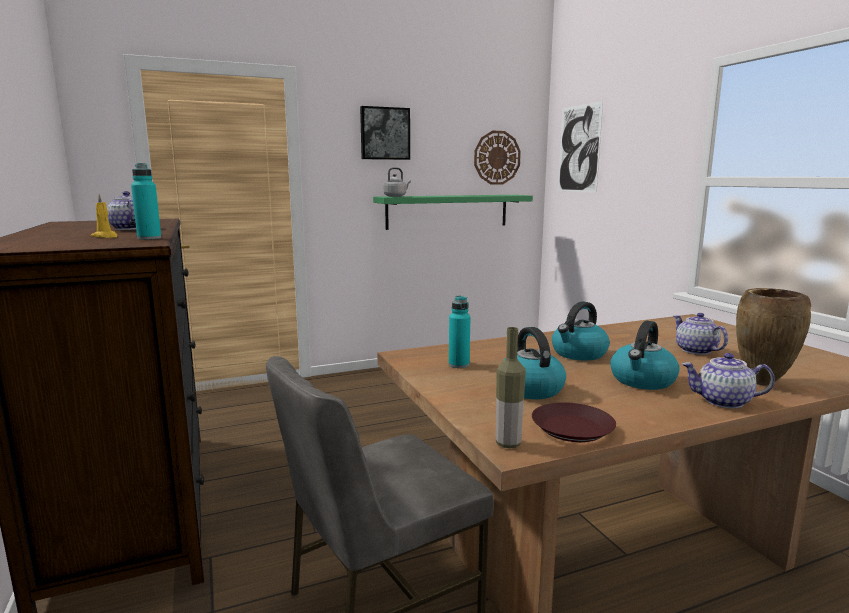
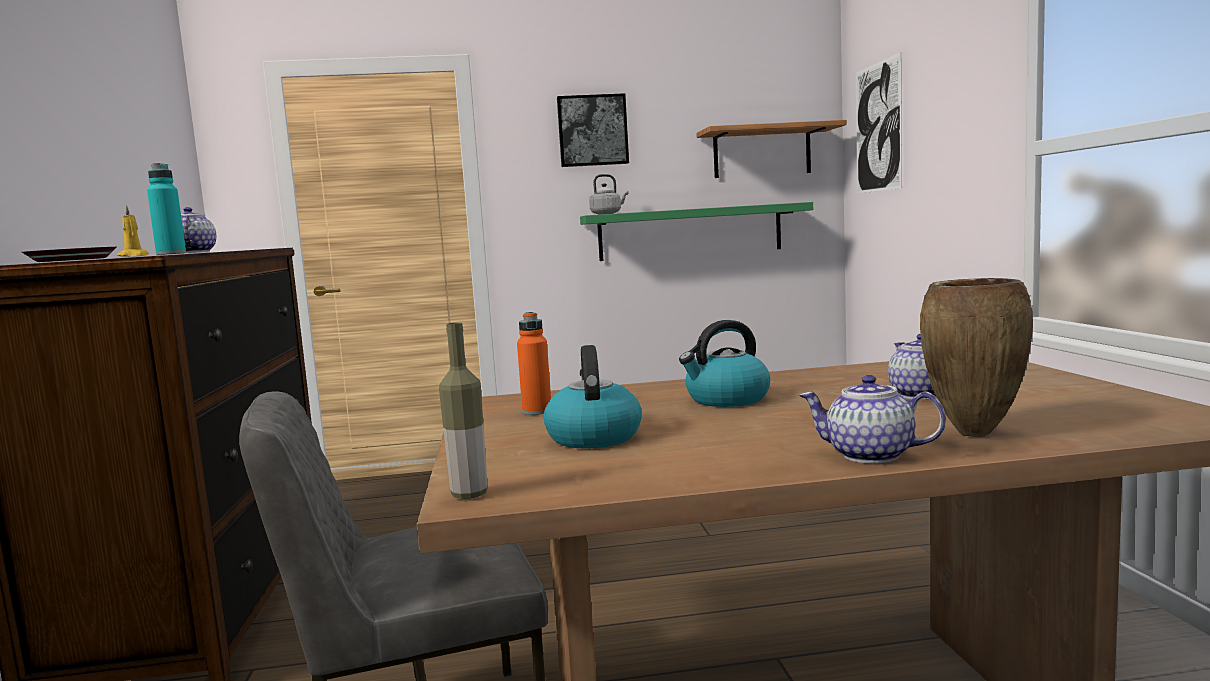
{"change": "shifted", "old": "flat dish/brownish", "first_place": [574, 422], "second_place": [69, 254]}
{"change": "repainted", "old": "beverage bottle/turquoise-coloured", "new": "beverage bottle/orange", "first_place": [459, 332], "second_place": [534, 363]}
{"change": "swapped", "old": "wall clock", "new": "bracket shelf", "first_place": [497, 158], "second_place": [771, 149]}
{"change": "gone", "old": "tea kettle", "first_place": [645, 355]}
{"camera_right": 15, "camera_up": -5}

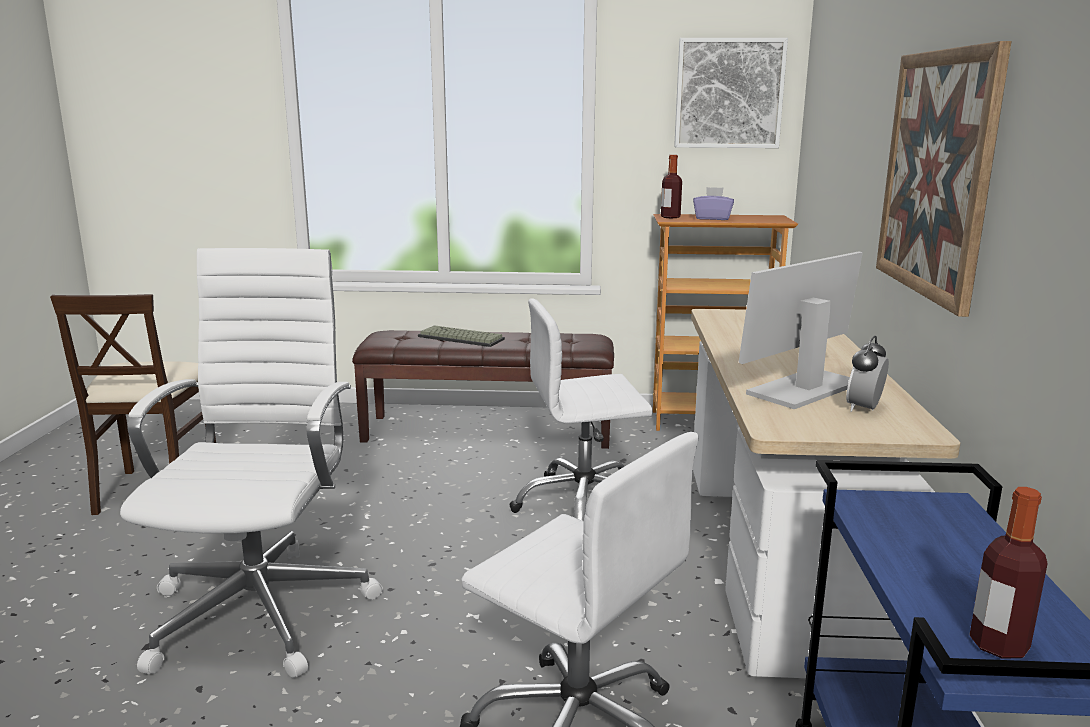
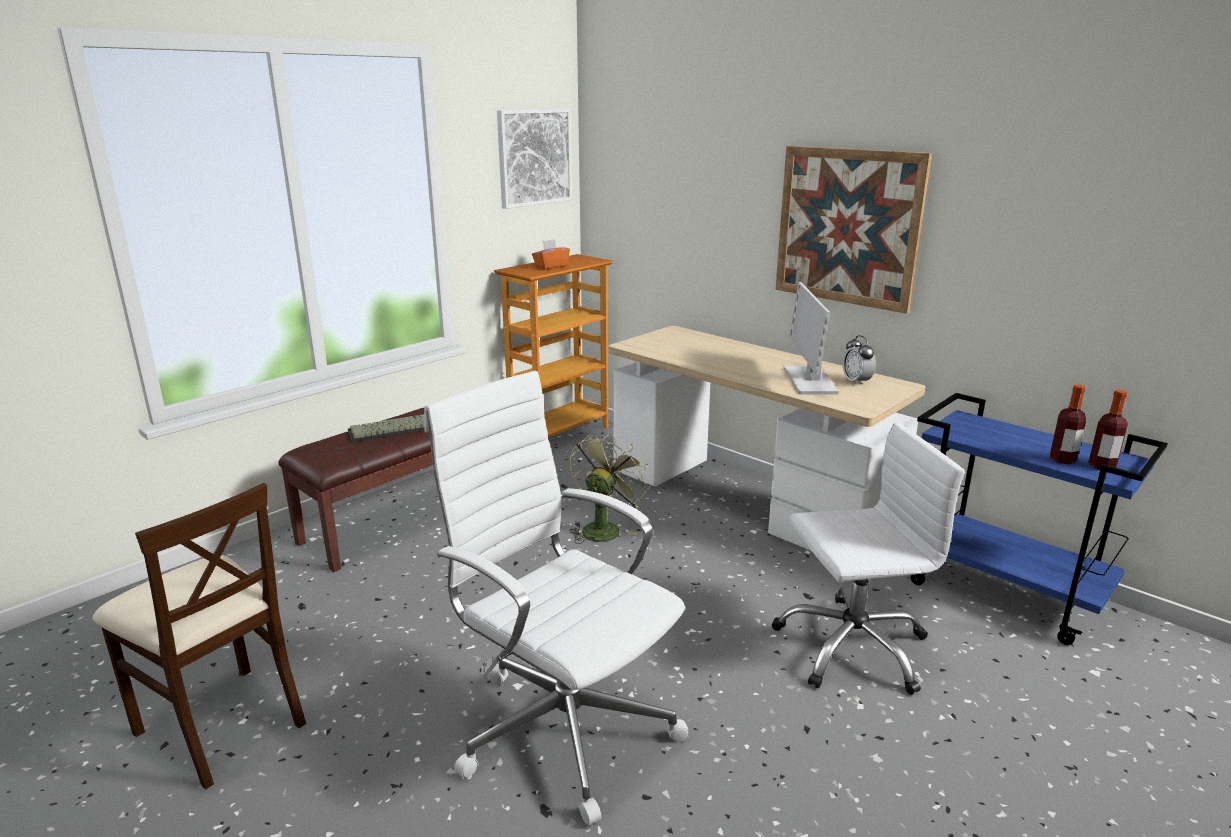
{"change": "repainted", "old": "box of tissues/purplish", "new": "box of tissues/orange", "first_place": [713, 203], "second_place": [551, 254]}
{"change": "swapped", "old": "computer chair/whitish", "new": "electric fan/greenish", "first_place": [581, 409], "second_place": [609, 488]}
{"change": "shifted", "old": "beverage bottle", "first_place": [671, 186], "second_place": [1068, 424]}
{"camera_right": -50, "camera_up": 5}

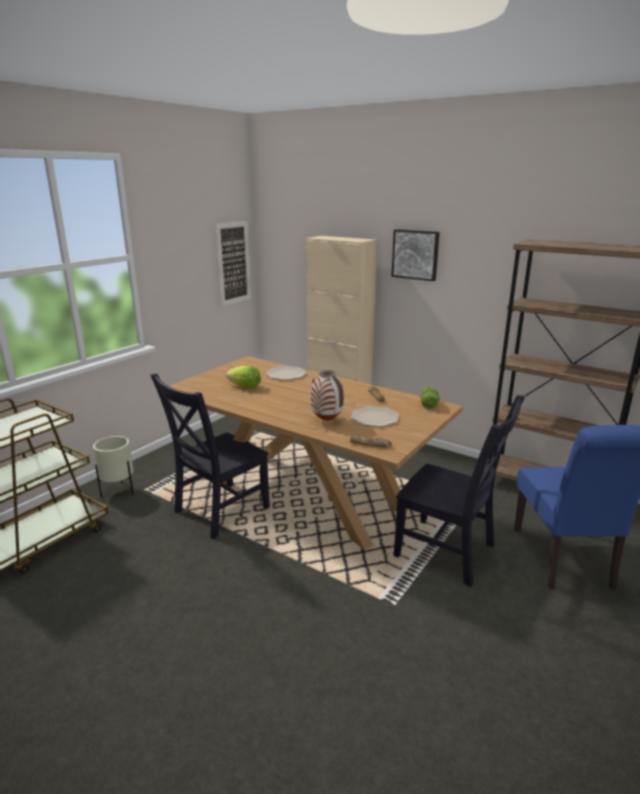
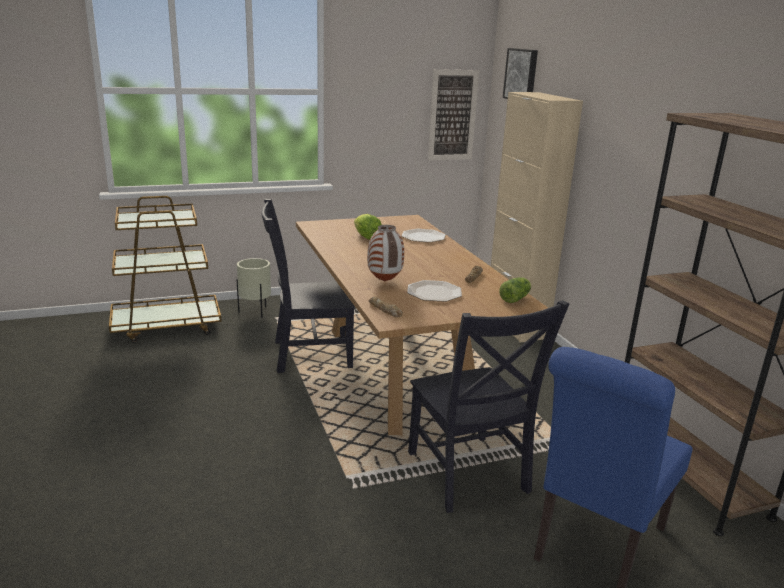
{"change": "shifted", "old": "wall art", "first_place": [415, 255], "second_place": [520, 73]}
{"camera_right": 35, "camera_up": 0}

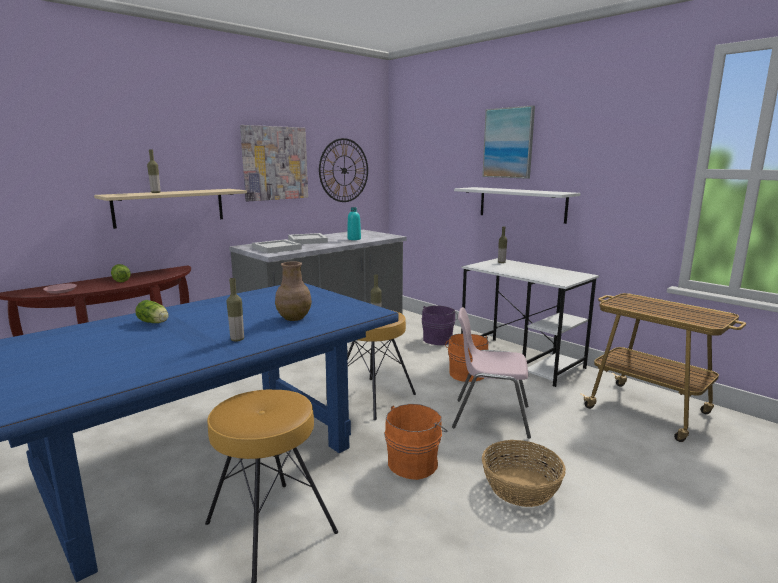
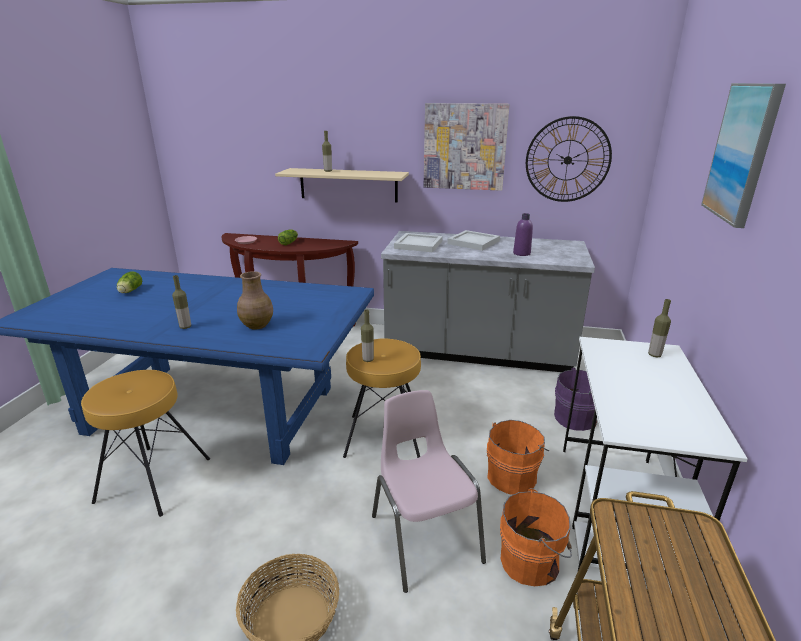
{"change": "shifted", "old": "head of lettuce", "first_place": [152, 311], "second_place": [129, 282]}
{"change": "shifted", "old": "bucket/orange", "first_place": [415, 442], "second_place": [536, 537]}
{"change": "repainted", "old": "beverage bottle/turquoise-coloured", "new": "beverage bottle/purplish", "first_place": [354, 223], "second_place": [523, 234]}
{"change": "gone", "old": "bracket shelf/whitish", "first_place": [517, 205]}
{"camera_right": 55, "camera_up": 10}

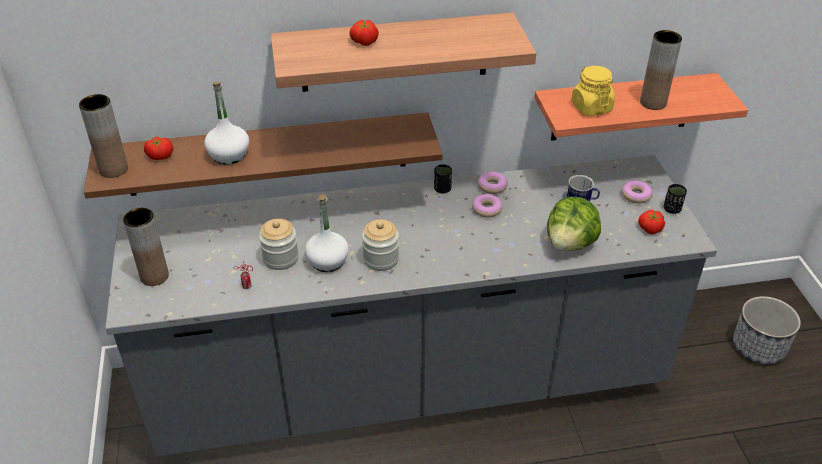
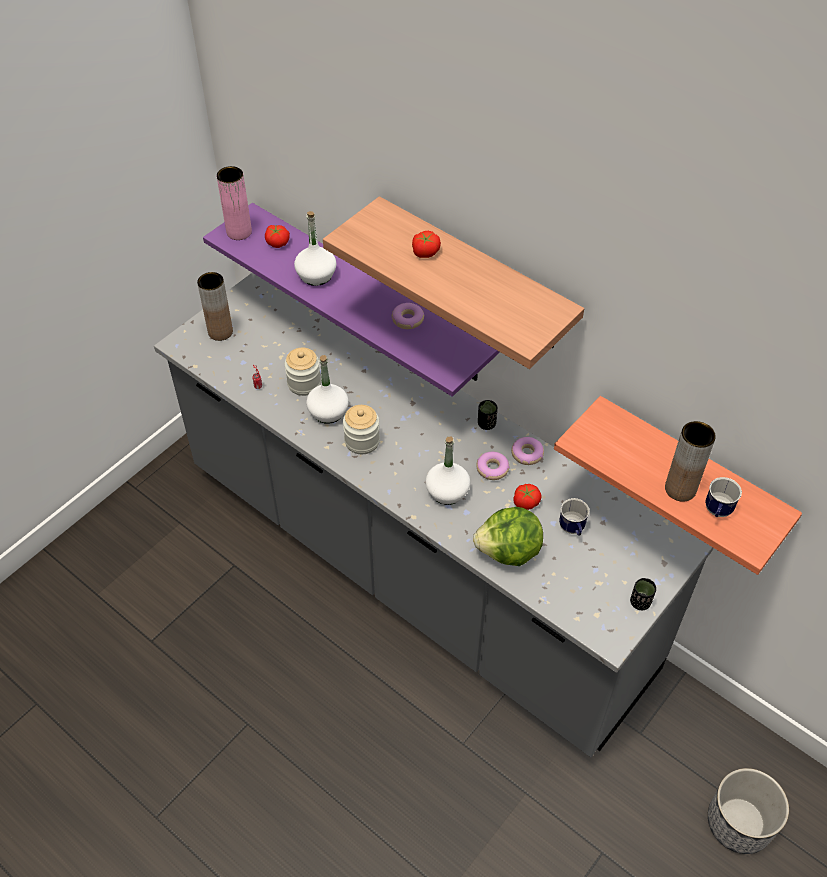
{"change": "repainted", "old": "bracket shelf/brownish", "new": "bracket shelf/purplish", "first_place": [263, 155], "second_place": [351, 300]}
{"change": "repainted", "old": "decorative vase/brownish", "new": "decorative vase/pink", "first_place": [103, 136], "second_place": [234, 203]}
{"change": "shifted", "old": "ring doughnut", "first_place": [637, 192], "second_place": [408, 316]}
{"change": "new", "new": "beverage bottle/whitish", "second_place": [447, 471]}
{"change": "shifted", "old": "tomato", "first_place": [651, 222], "second_place": [527, 497]}
{"change": "new", "new": "mug", "second_place": [723, 497]}
{"change": "gone", "old": "storage jar/yellow-coloured", "first_place": [593, 91]}
{"camera_right": 50, "camera_up": 10}

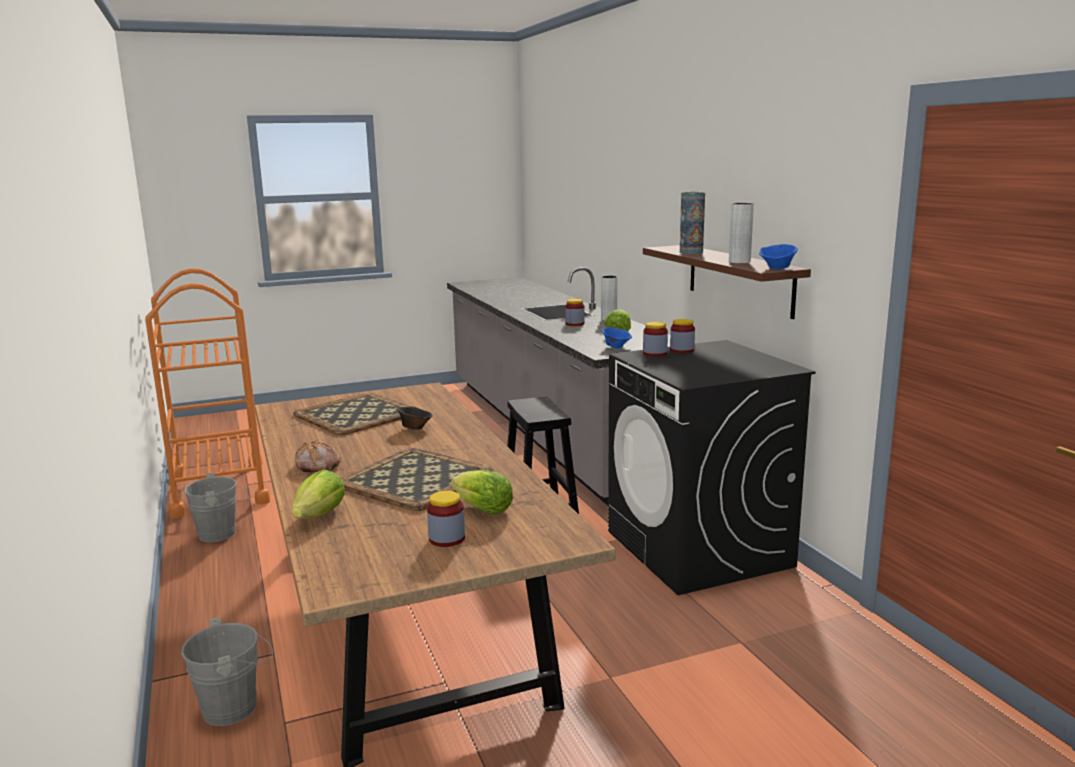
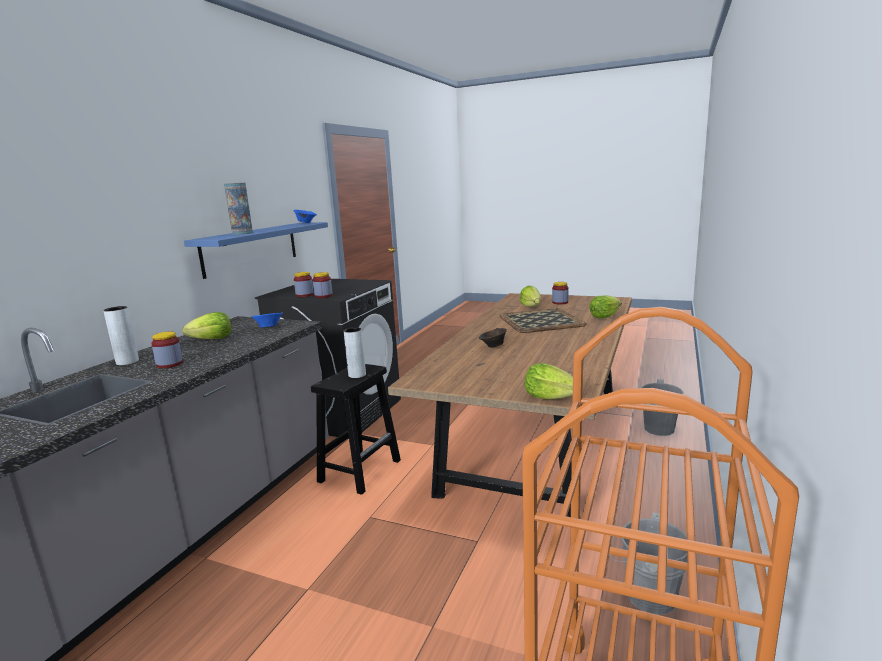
{"change": "repainted", "old": "bracket shelf/brownish", "new": "bracket shelf/blue", "first_place": [727, 282], "second_place": [256, 250]}
{"change": "shifted", "old": "decorative vase/gray", "first_place": [741, 233], "second_place": [355, 352]}
{"change": "new", "new": "head of lettuce", "second_place": [549, 381]}
{"change": "gone", "old": "serving tray", "first_place": [352, 414]}
{"change": "gone", "old": "baked bread", "first_place": [318, 456]}
{"camera_right": -135, "camera_up": 0}

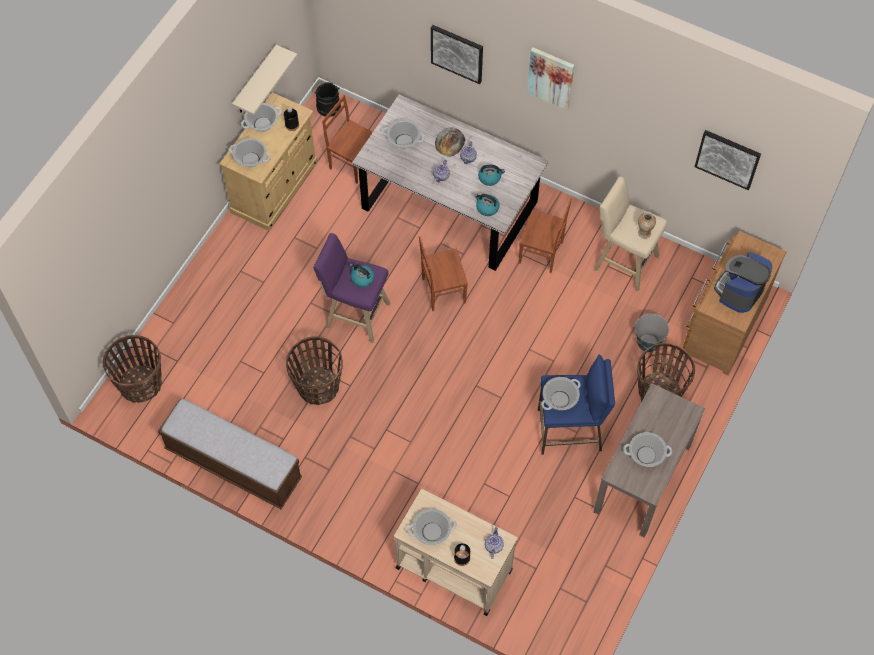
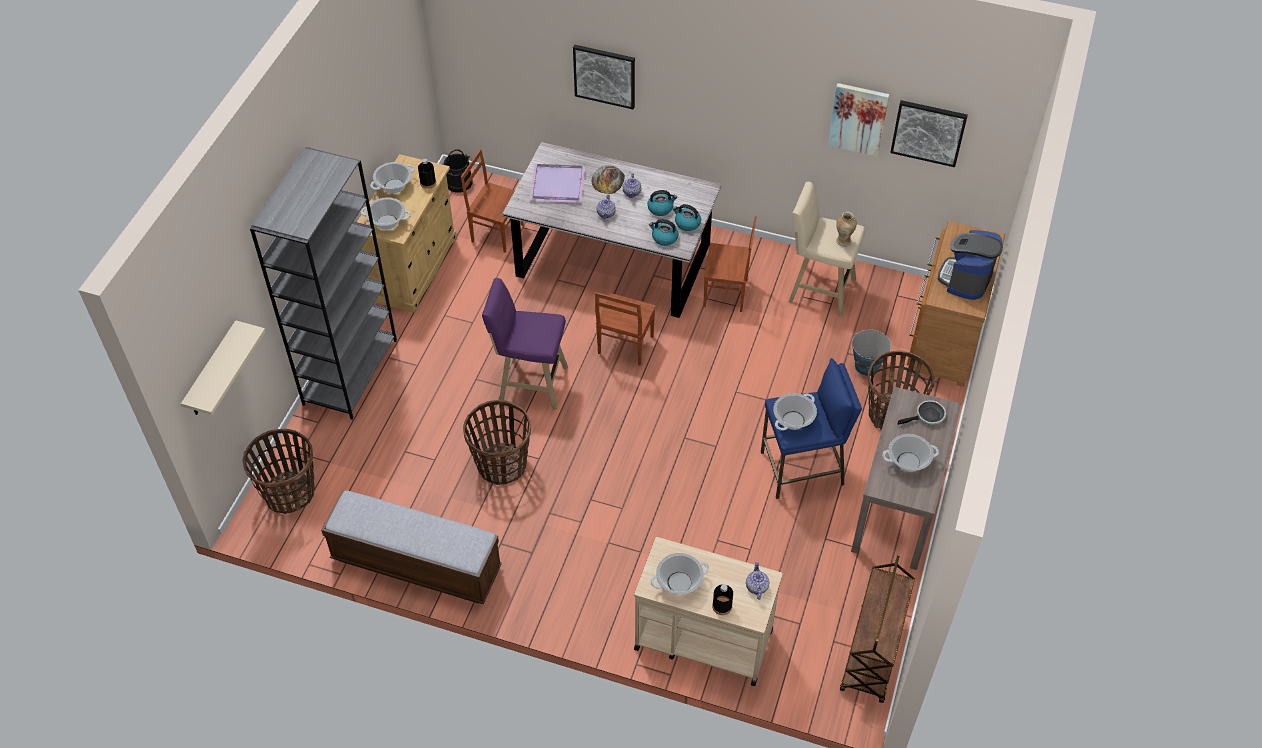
{"change": "shifted", "old": "bracket shelf/beige", "first_place": [264, 80], "second_place": [223, 367]}
{"change": "new", "new": "shelving unit/gray", "second_place": [323, 283]}
{"change": "swapped", "old": "cooking pot", "new": "serving tray/purplish", "first_place": [404, 134], "second_place": [557, 183]}
{"change": "rotated", "old": "plain chair/brownish", "first_place": [443, 273], "second_place": [625, 328], "degrees": -45}
{"change": "shifted", "old": "tea kettle", "first_place": [361, 275], "second_place": [687, 217]}
{"change": "shifted", "old": "wall art", "first_place": [550, 78], "second_place": [859, 120]}
{"change": "new", "new": "trolley/brownish", "second_place": [877, 629]}
{"change": "new", "new": "skillet", "second_place": [922, 412]}
{"camera_right": -10, "camera_up": -10}

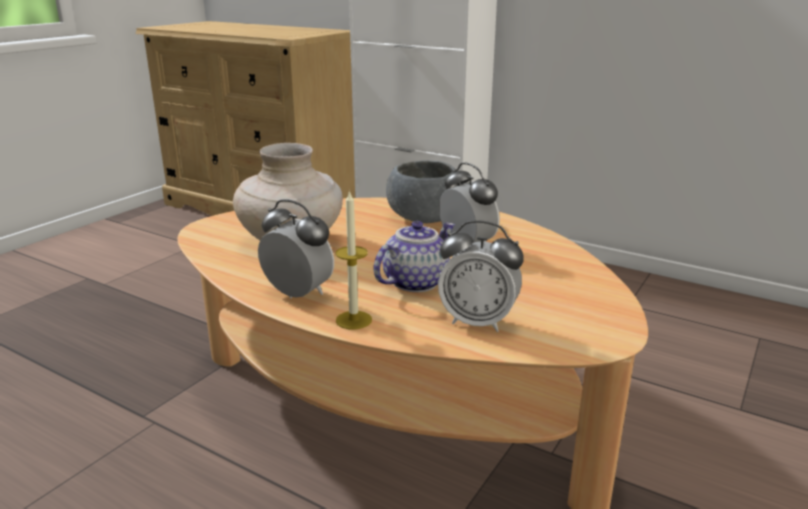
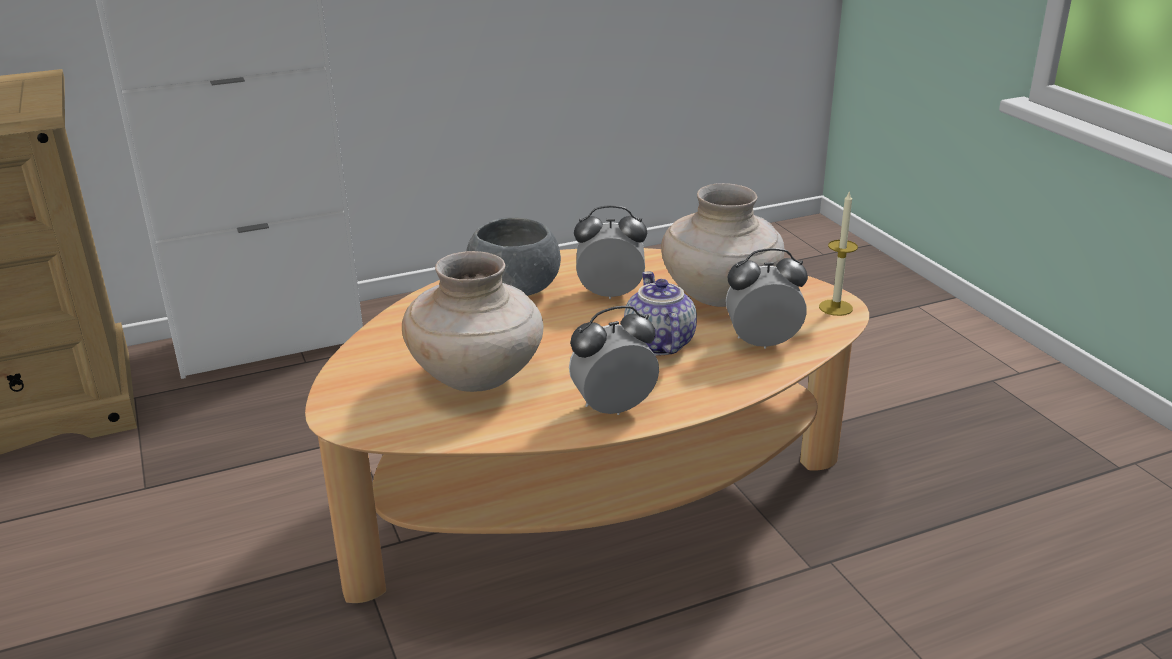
{"change": "new", "new": "decorative vase/beige", "second_place": [723, 245]}
{"change": "rotated", "old": "alarm clock", "first_place": [481, 276], "second_place": [767, 298], "degrees": -150}
{"change": "shifted", "old": "wax light", "first_place": [353, 259], "second_place": [838, 253]}
{"camera_right": -55, "camera_up": 5}

